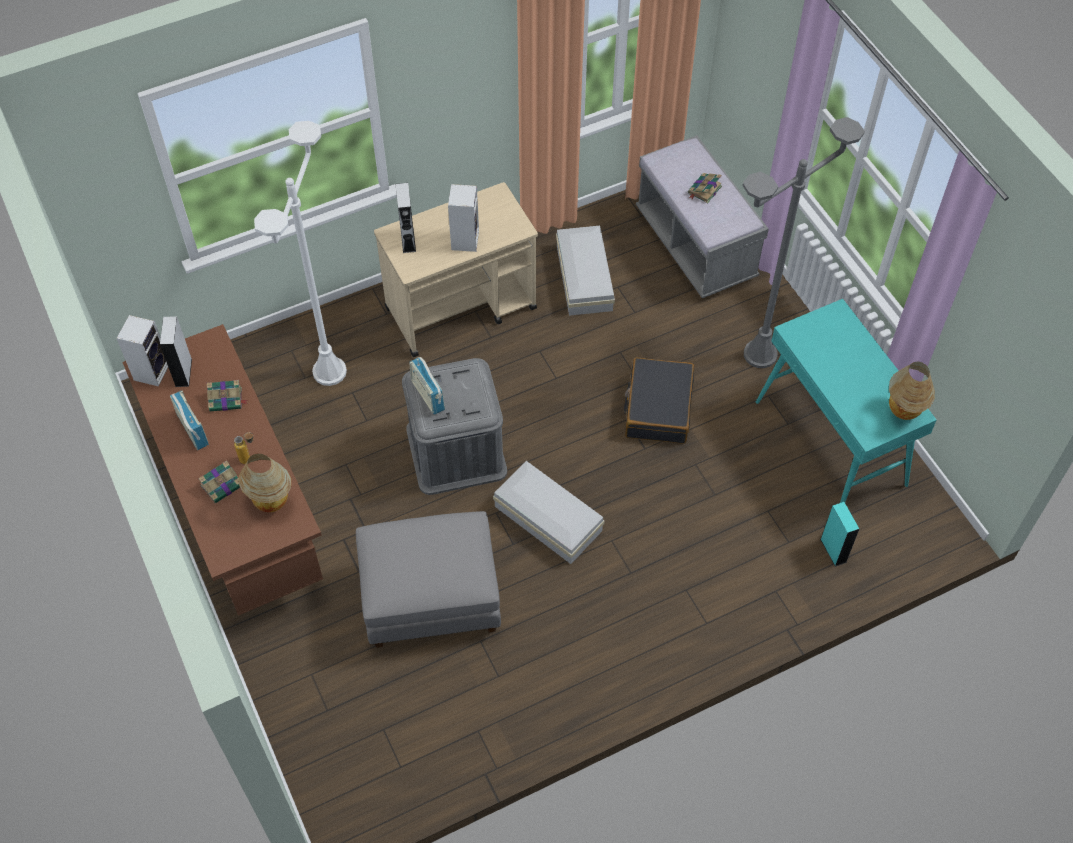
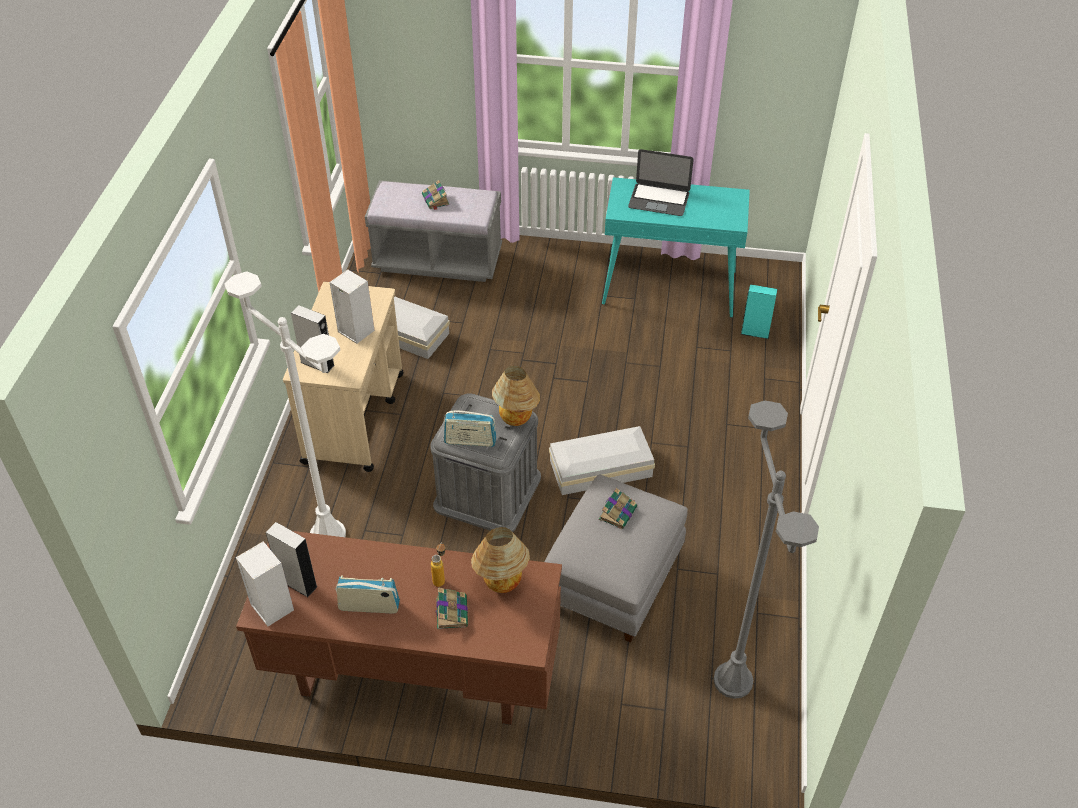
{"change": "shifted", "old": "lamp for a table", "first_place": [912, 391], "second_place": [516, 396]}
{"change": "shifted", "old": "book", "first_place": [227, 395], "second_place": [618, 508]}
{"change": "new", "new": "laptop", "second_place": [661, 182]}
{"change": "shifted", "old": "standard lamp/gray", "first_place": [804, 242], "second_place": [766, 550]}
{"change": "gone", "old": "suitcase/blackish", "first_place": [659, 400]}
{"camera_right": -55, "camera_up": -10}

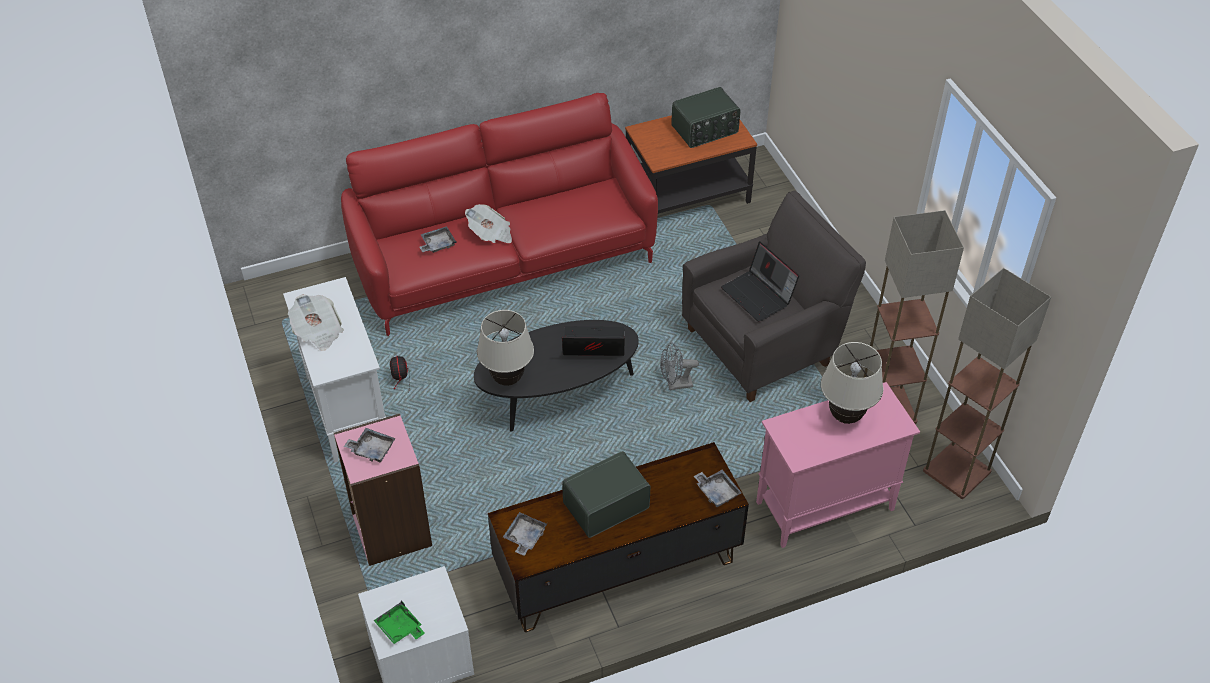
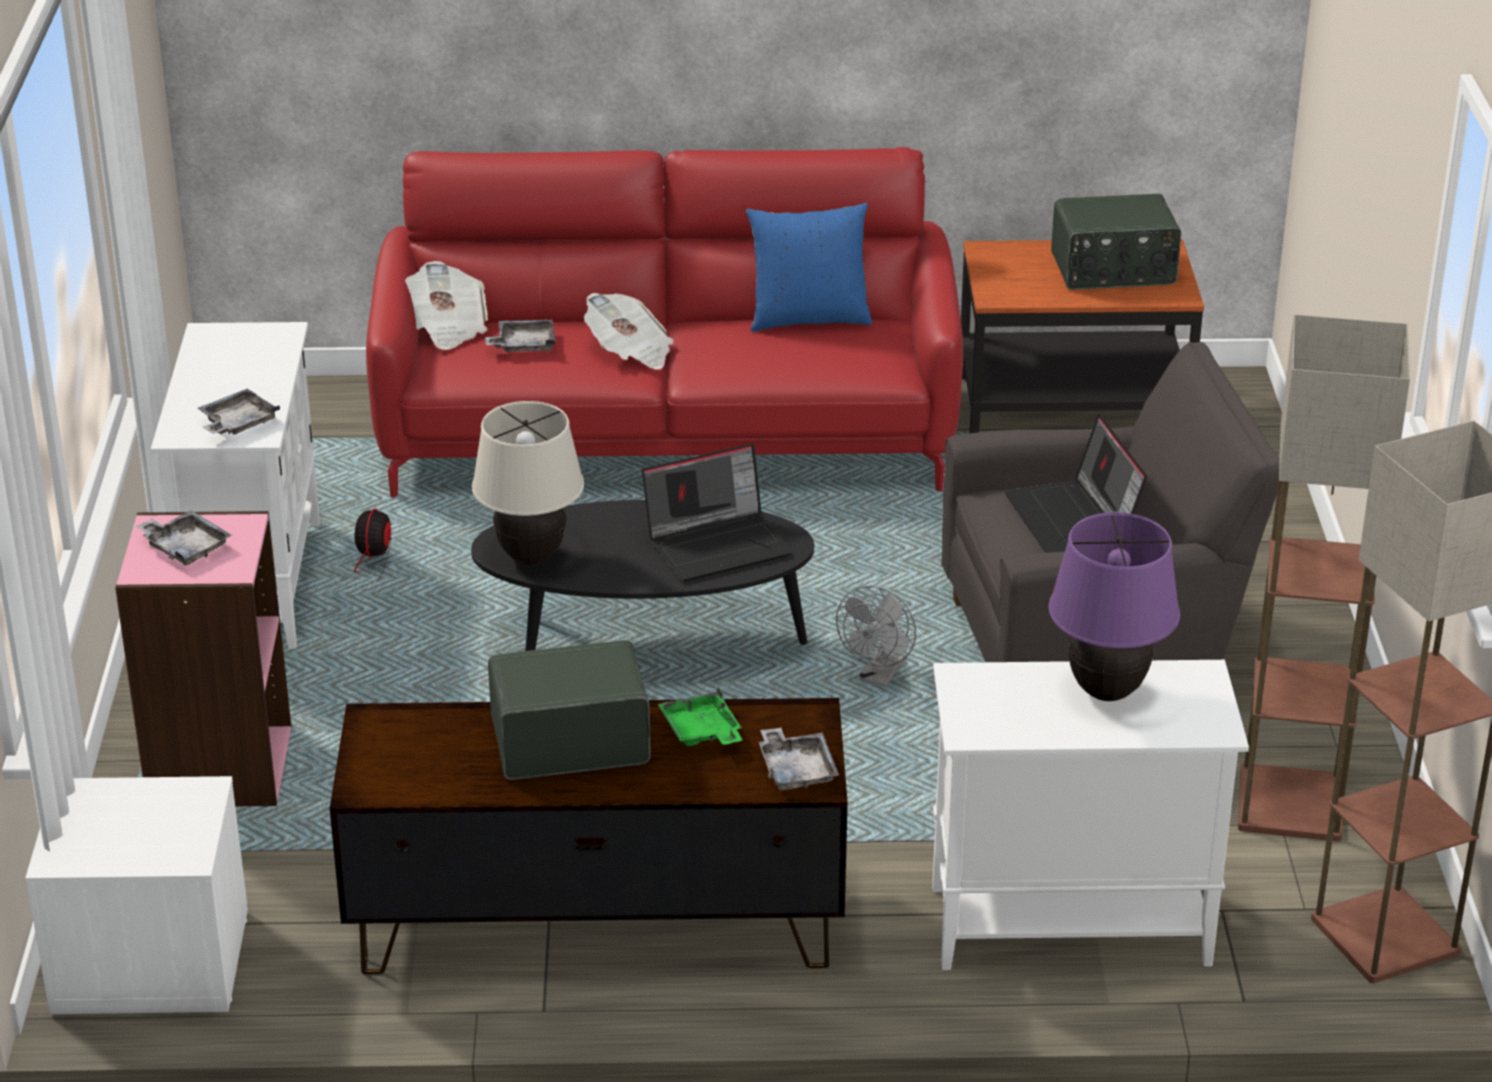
{"change": "shifted", "old": "serving tray/gray", "first_place": [525, 534], "second_place": [238, 412]}
{"change": "shifted", "old": "newspaper", "first_place": [316, 322], "second_place": [446, 305]}
{"change": "rotated", "old": "laptop", "first_place": [593, 341], "second_place": [717, 513], "degrees": 135}
{"change": "shifted", "old": "serving tray/greenish", "first_place": [399, 622], "second_place": [700, 716]}
{"change": "new", "new": "throw pillow/blue", "second_place": [809, 267]}
{"change": "rotated", "old": "electric fan/gray", "first_place": [679, 366], "second_place": [876, 636], "degrees": -75}
{"change": "repainted", "old": "cabinet/pink", "new": "cabinet/whitish", "first_place": [838, 465], "second_place": [1090, 815]}
{"change": "repainted", "old": "lamp for a table/beige", "new": "lamp for a table/purplish", "first_place": [852, 383], "second_place": [1114, 606]}
{"camera_right": 20, "camera_up": -15}

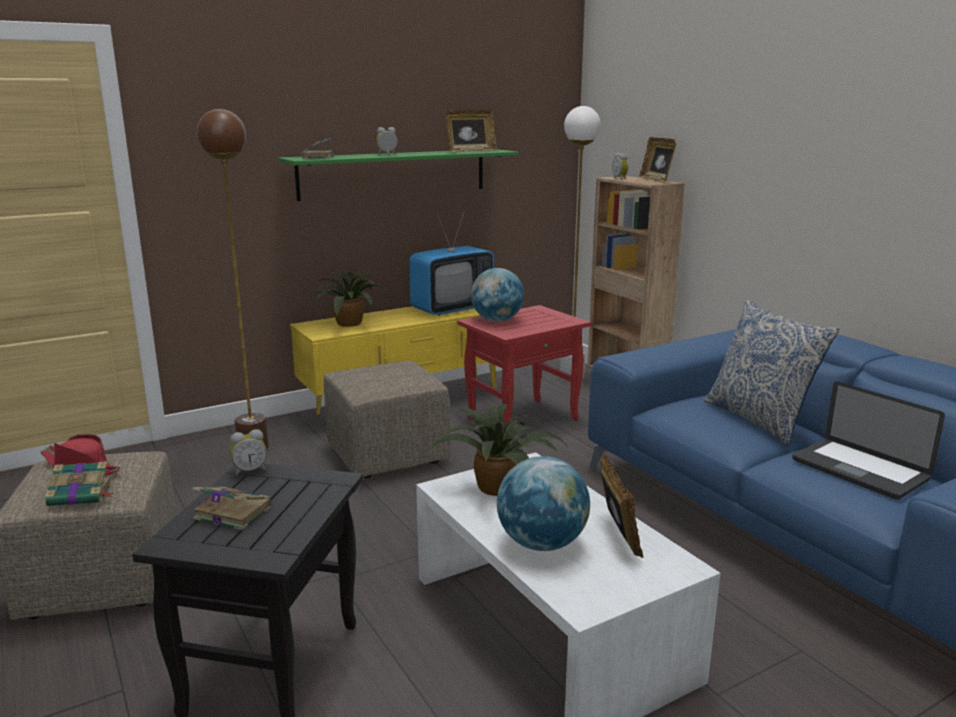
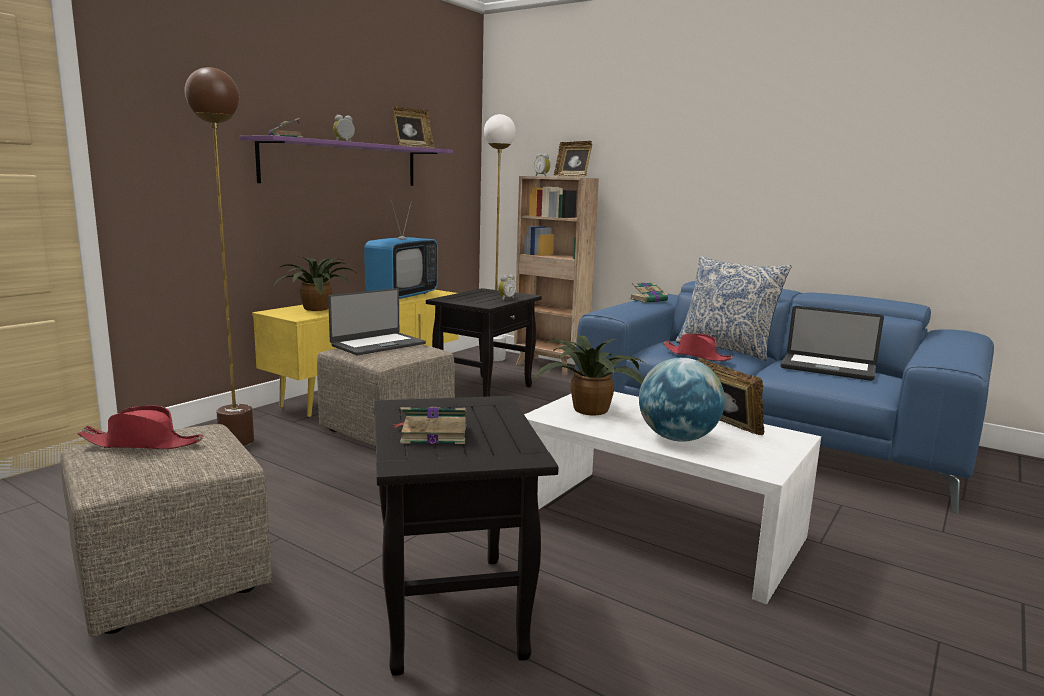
{"change": "repainted", "old": "bracket shelf/greenish", "new": "bracket shelf/purplish", "first_place": [398, 175], "second_place": [346, 160]}
{"change": "new", "new": "laptop", "second_place": [377, 321]}
{"change": "repainted", "old": "accent table/red-coloured", "new": "accent table/blackish", "first_place": [524, 365], "second_place": [484, 342]}
{"change": "shifted", "old": "alarm clock", "first_place": [248, 452], "second_place": [507, 287]}
{"change": "shifted", "old": "book", "first_place": [79, 483], "second_place": [648, 292]}
{"change": "new", "new": "wearable hat/red-coloured", "second_place": [698, 347]}
{"change": "gone", "old": "desk globe", "first_place": [497, 295]}
{"camera_right": -25, "camera_up": -5}

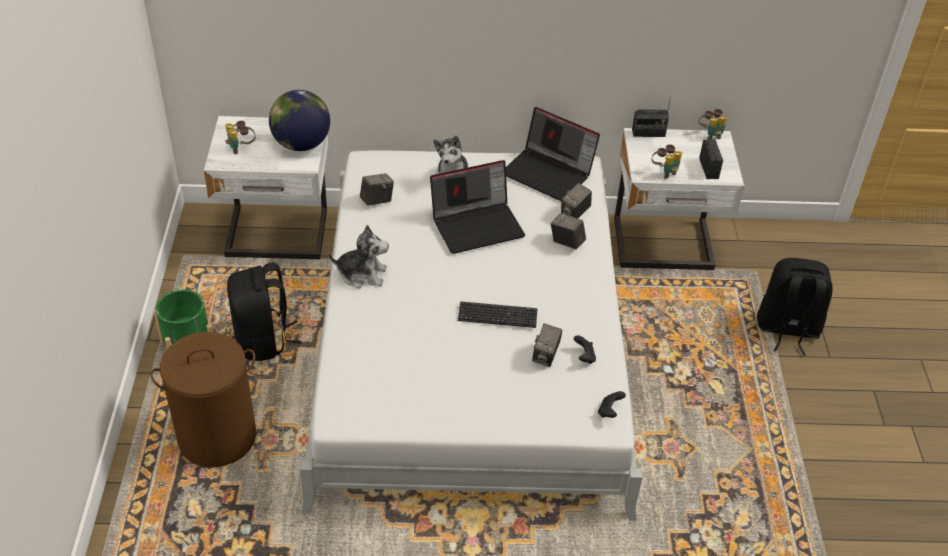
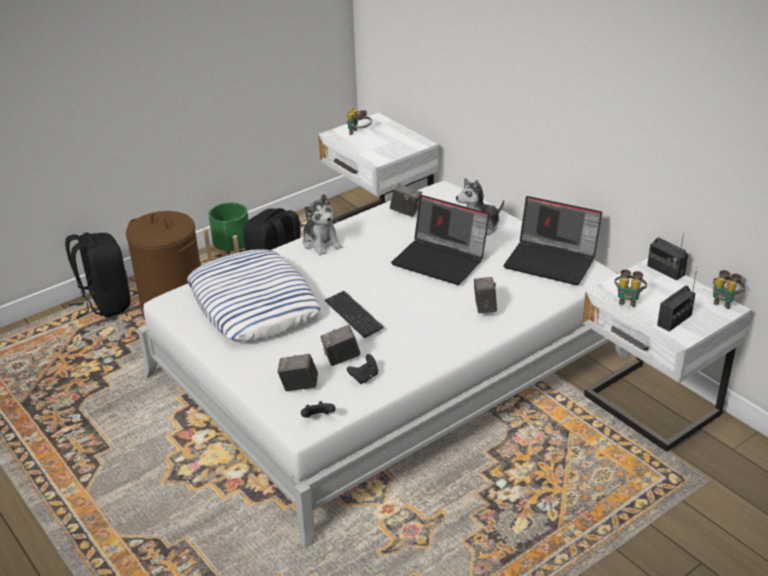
{"change": "shifted", "old": "rucksack/blackish", "first_place": [795, 307], "second_place": [98, 275]}
{"change": "new", "new": "throw pillow", "second_place": [254, 295]}
{"change": "shifted", "old": "still camera", "first_place": [576, 201], "second_place": [298, 372]}
{"change": "rotated", "old": "laptop", "first_place": [553, 154], "second_place": [552, 240], "degrees": -60}
{"change": "gone", "old": "desk globe", "first_place": [299, 120]}
{"camera_right": 55, "camera_up": -10}

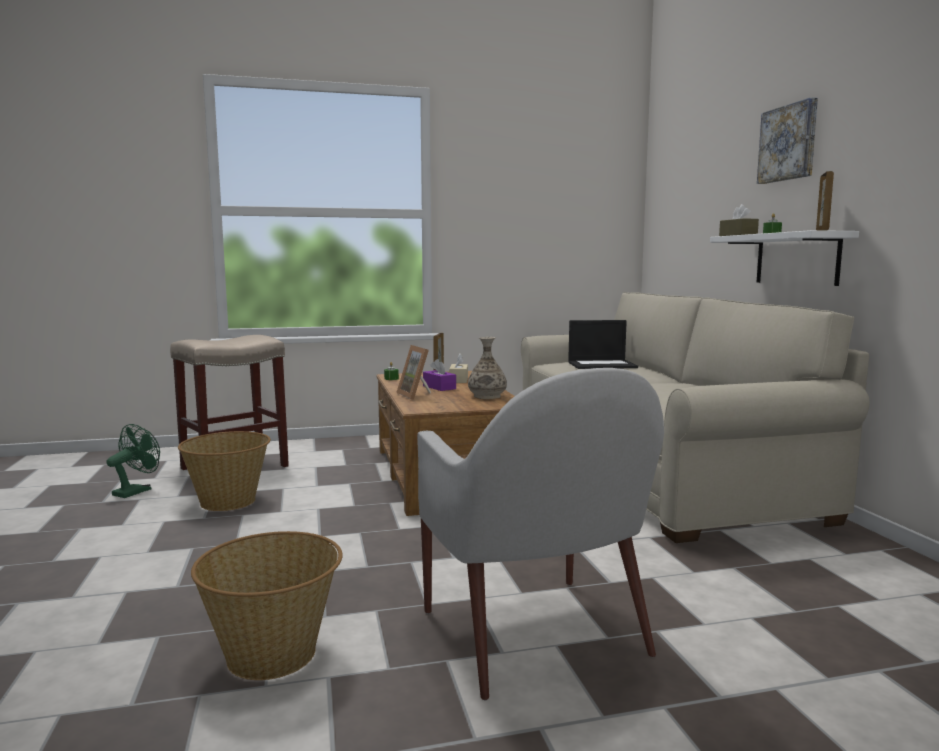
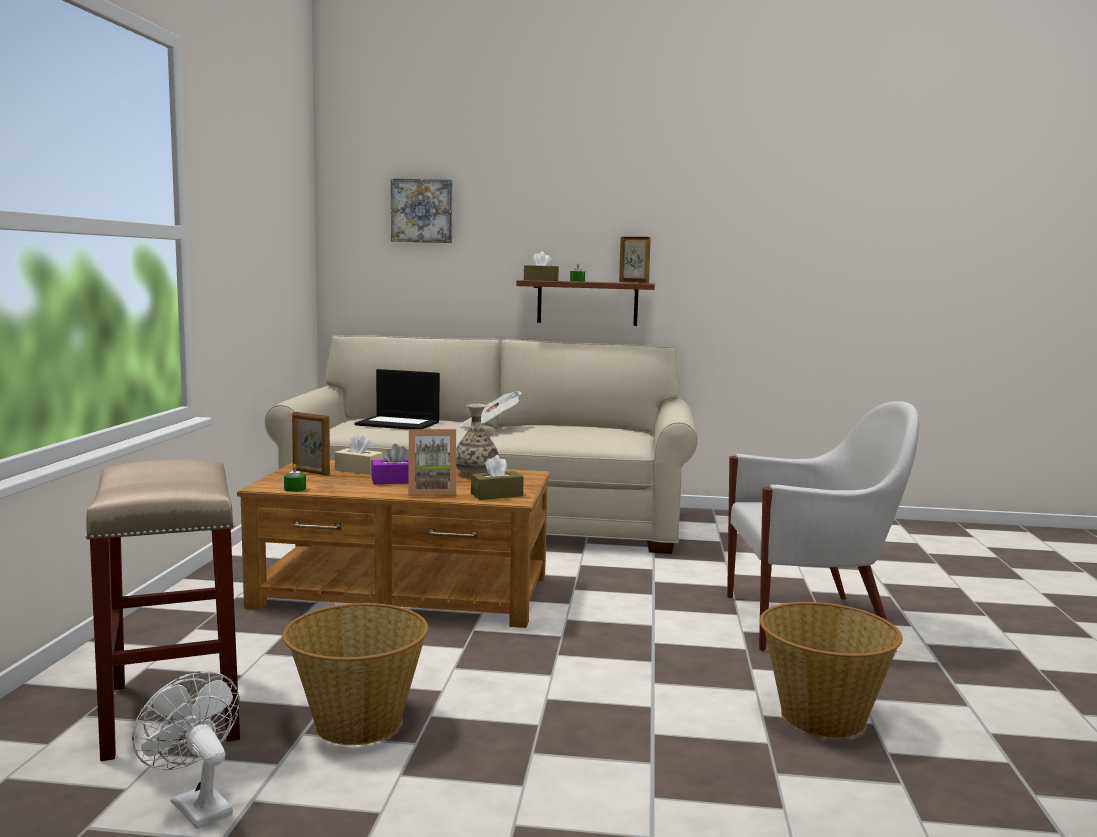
{"change": "repainted", "old": "electric fan/greenish", "new": "electric fan/whitish", "first_place": [133, 461], "second_place": [186, 750]}
{"change": "rotated", "old": "laptop", "first_place": [603, 344], "second_place": [397, 399], "degrees": 90}
{"change": "shifted", "old": "wall art", "first_place": [787, 140], "second_place": [422, 211]}
{"change": "new", "new": "newspaper", "second_place": [490, 409]}
{"change": "new", "new": "box of tissues/brownish", "second_place": [497, 477]}
{"change": "repainted", "old": "bracket shelf/whitish", "new": "bracket shelf/brownish", "first_place": [784, 258], "second_place": [585, 303]}
{"camera_right": -70, "camera_up": 0}

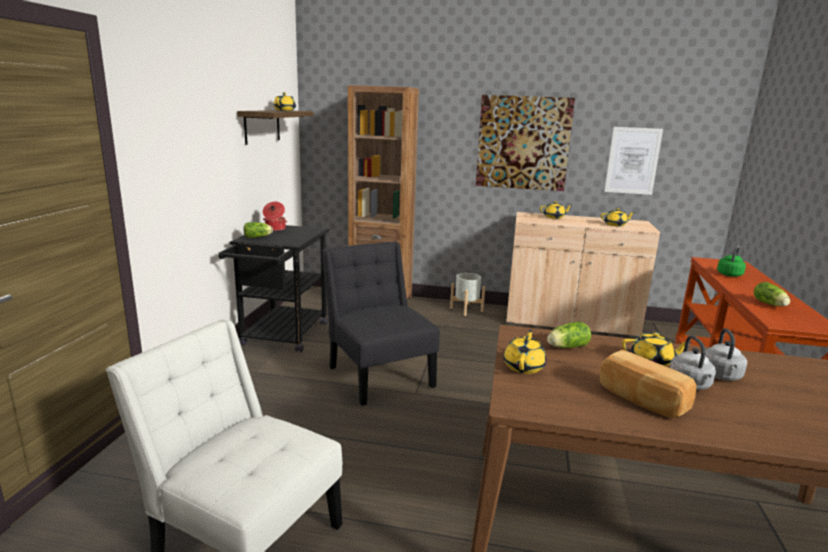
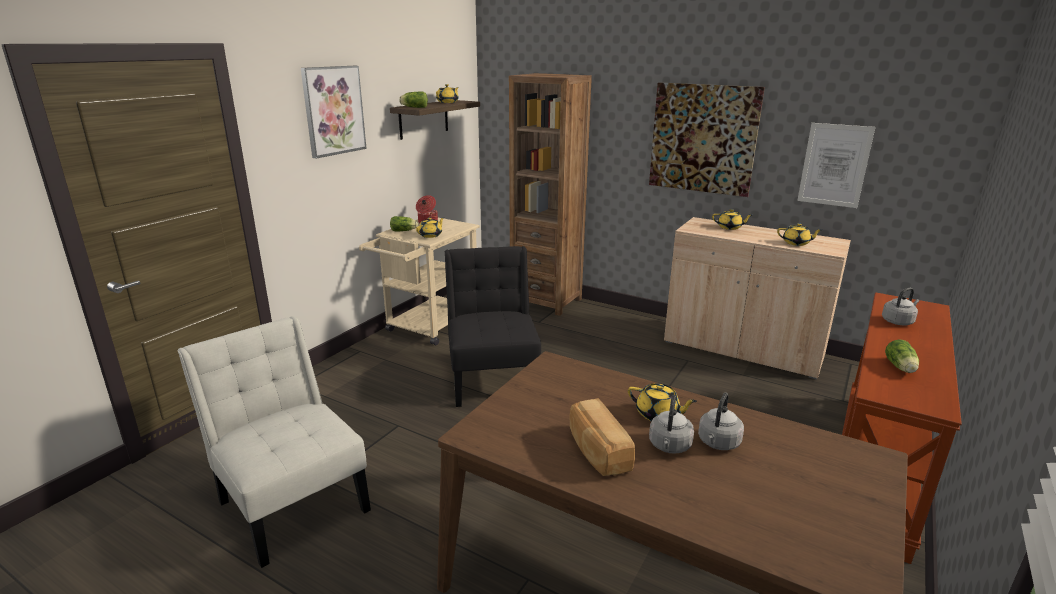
{"change": "new", "new": "wall art", "second_place": [334, 112]}
{"change": "repainted", "old": "trolley/blackish", "new": "trolley/beige", "first_place": [274, 288], "second_place": [419, 281]}
{"change": "shifted", "old": "head of lettuce", "first_place": [569, 335], "second_place": [413, 100]}
{"change": "shifted", "old": "pot for tea/yellow-coloured", "first_place": [524, 352], "second_place": [430, 227]}
{"change": "repainted", "old": "tea kettle/greenish", "new": "tea kettle/gray", "first_place": [731, 261], "second_place": [900, 306]}
{"change": "gone", "old": "plant pot/gray", "first_place": [467, 294]}
{"camera_right": 20, "camera_up": 5}

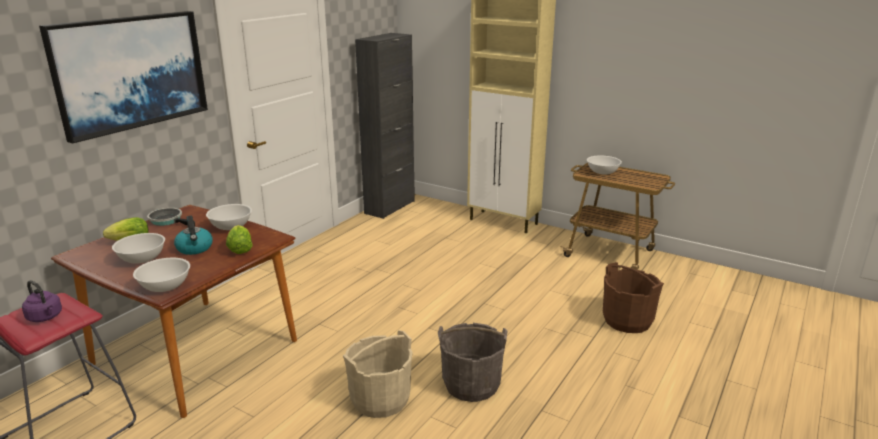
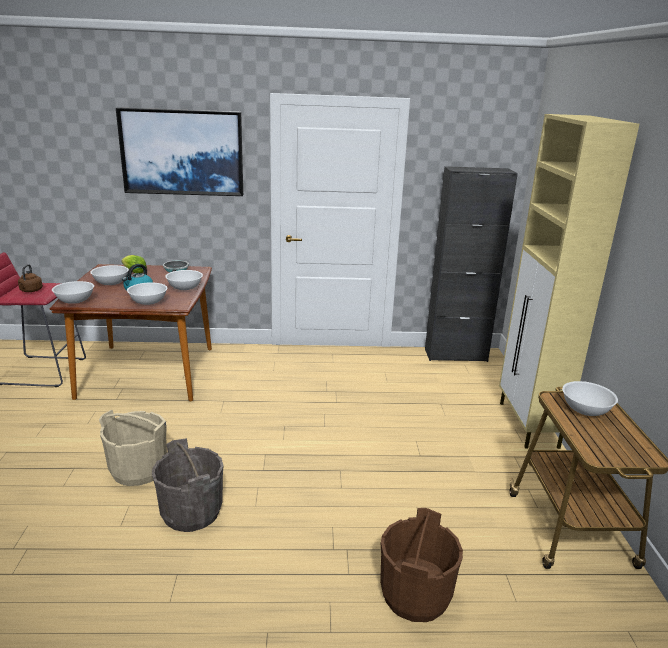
{"change": "repainted", "old": "tea kettle/purplish", "new": "tea kettle/brownish", "first_place": [42, 301], "second_place": [30, 278]}
{"change": "swapped", "old": "head of lettuce", "new": "bowl/whitish", "first_place": [239, 239], "second_place": [147, 293]}
{"camera_right": 55, "camera_up": 0}

